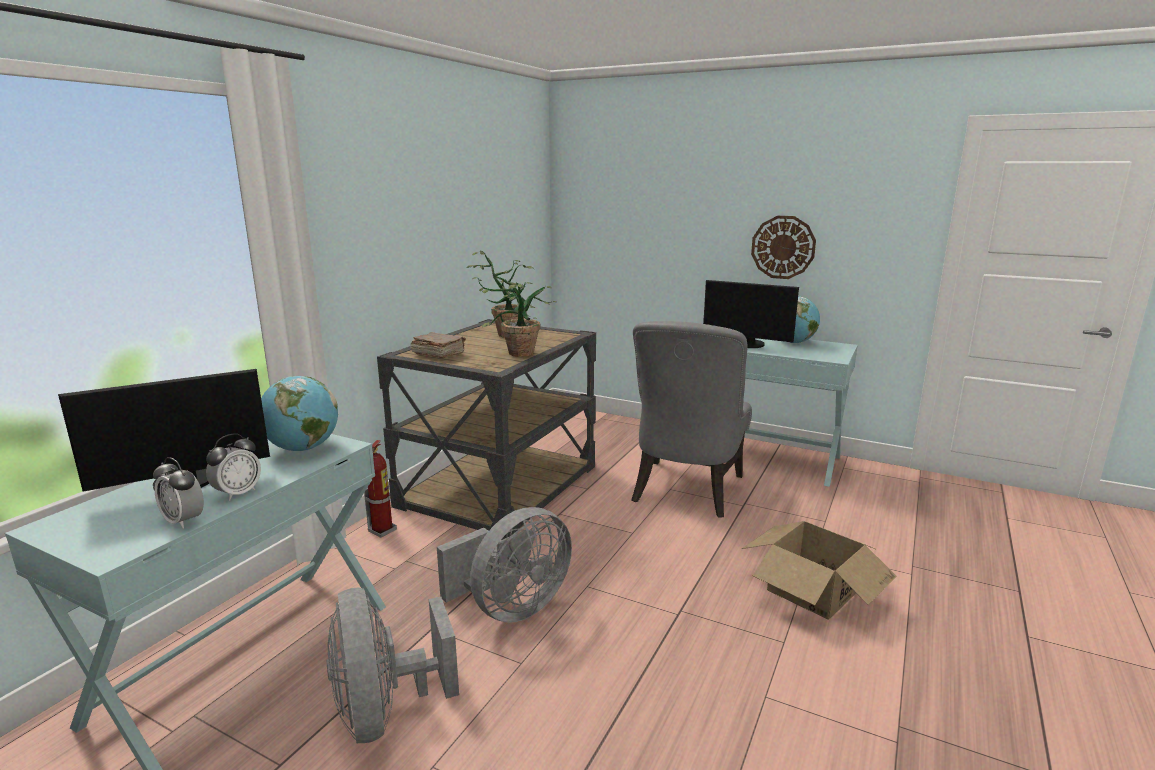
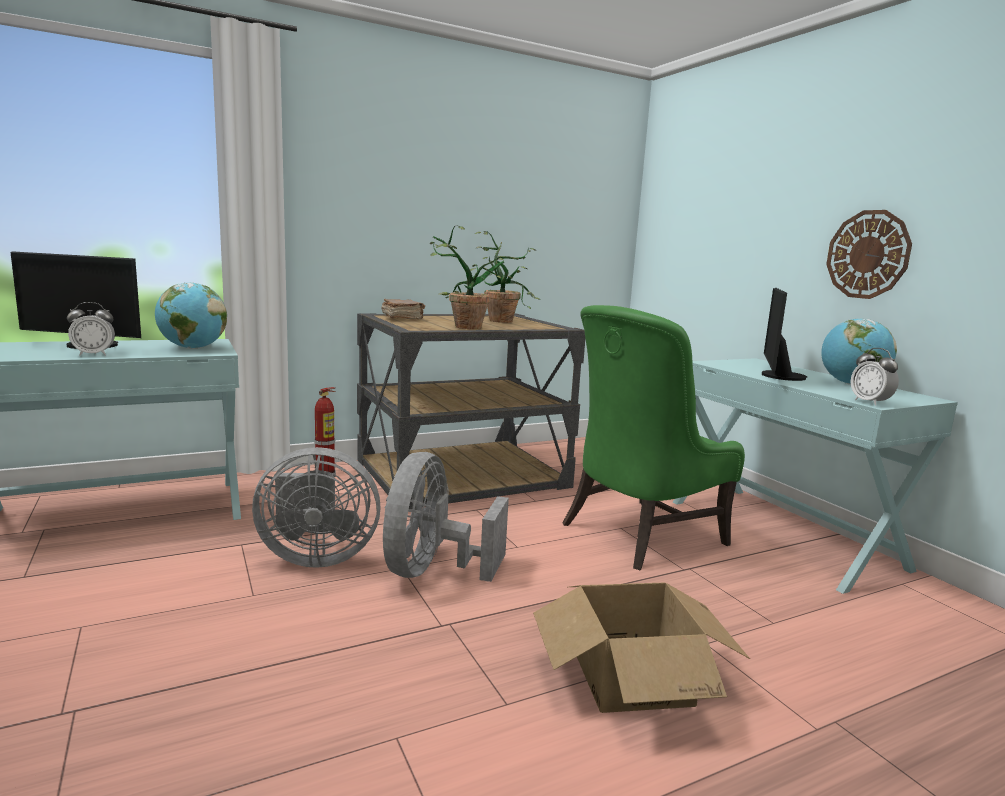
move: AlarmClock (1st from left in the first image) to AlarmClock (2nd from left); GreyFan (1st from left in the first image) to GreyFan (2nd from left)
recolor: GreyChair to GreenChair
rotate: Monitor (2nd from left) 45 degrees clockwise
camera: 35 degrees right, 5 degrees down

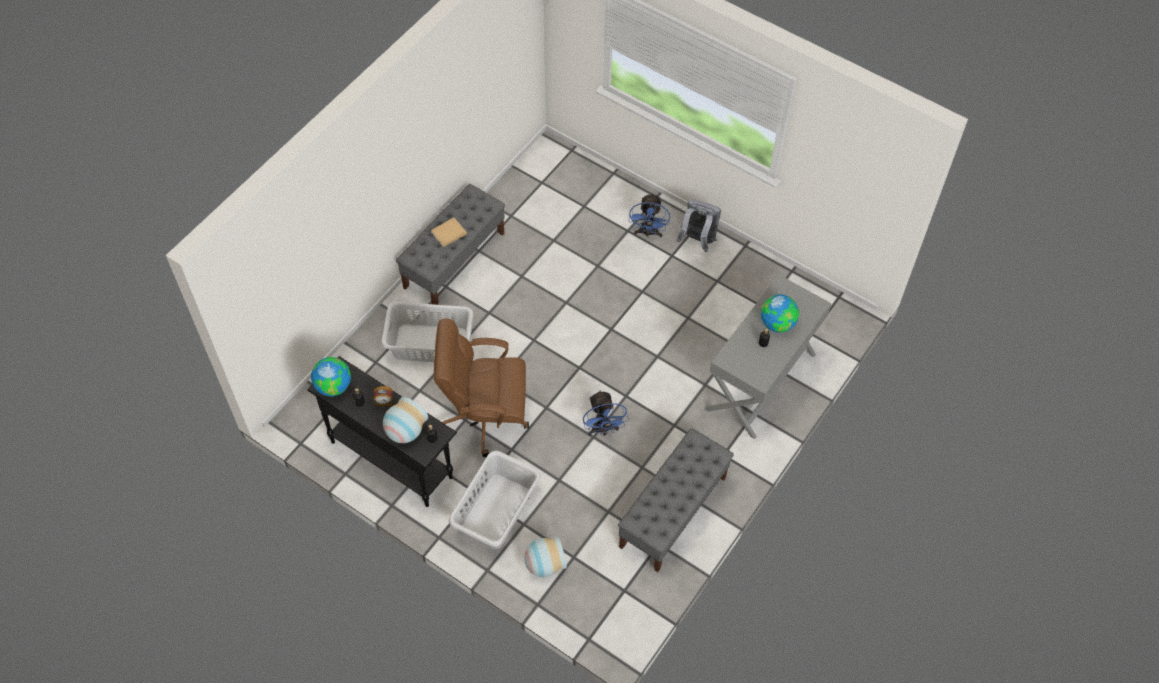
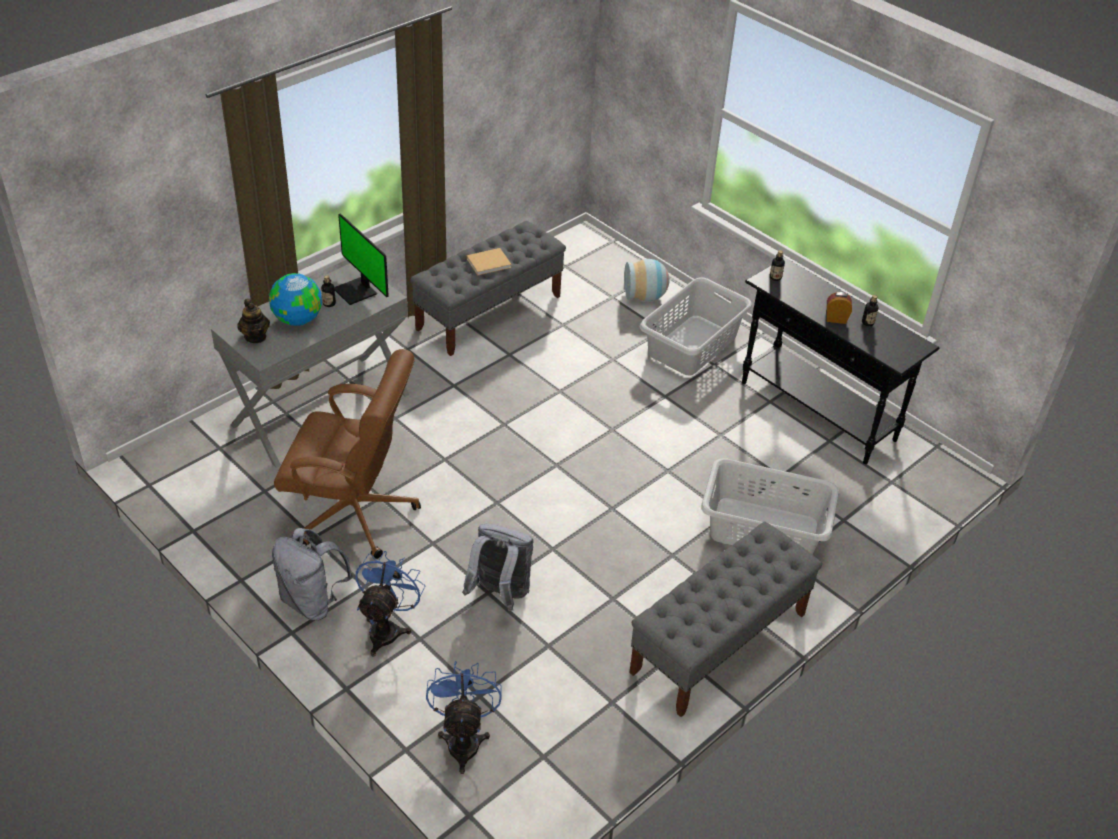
delete: Globe (1st from left); Vase (1st from left)
insert: Monitor; Teapot; GreyBackpack (2nd from left)
move: BeigeBook; BrownOfficeChair; BlueFan (1st from left in the first image) to BlueFan (2nd from left)
camera: 170 degrees left, 15 degrees down

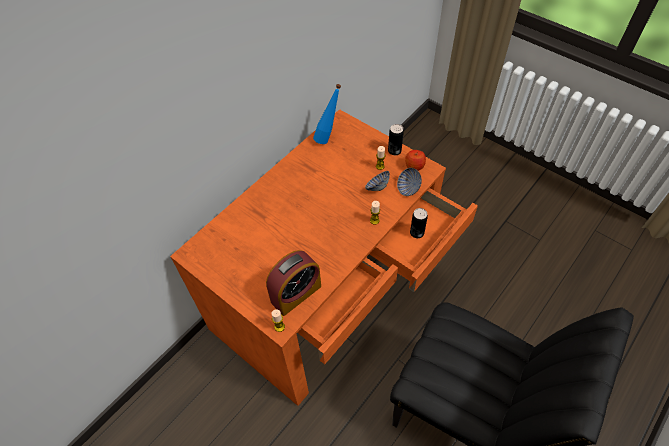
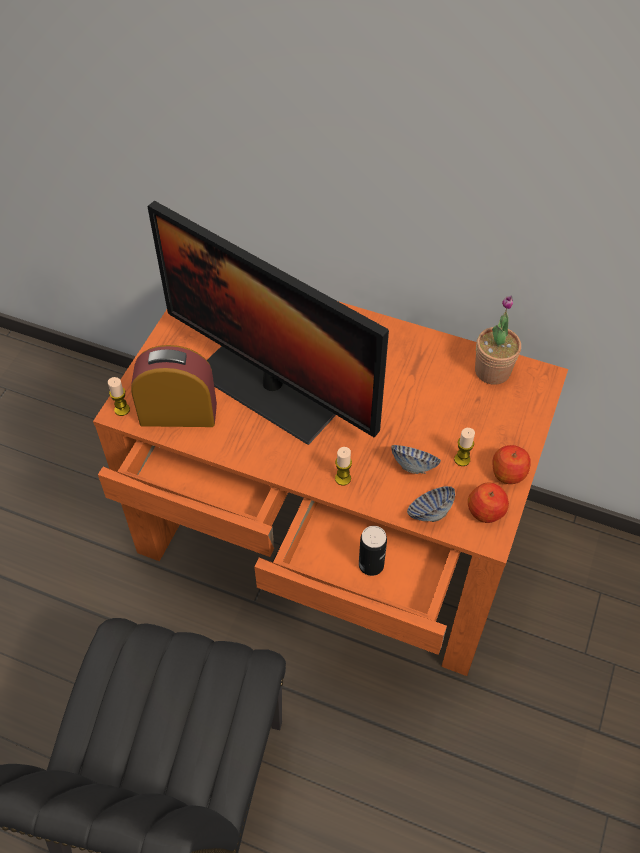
insert: Monitor
replace: BlueBottle to PottedPlant; Can (1st from left) to Apple (2nd from left)
rotate: AlarmClock 150 degrees clockwise
camera: 70 degrees right, 0 degrees up

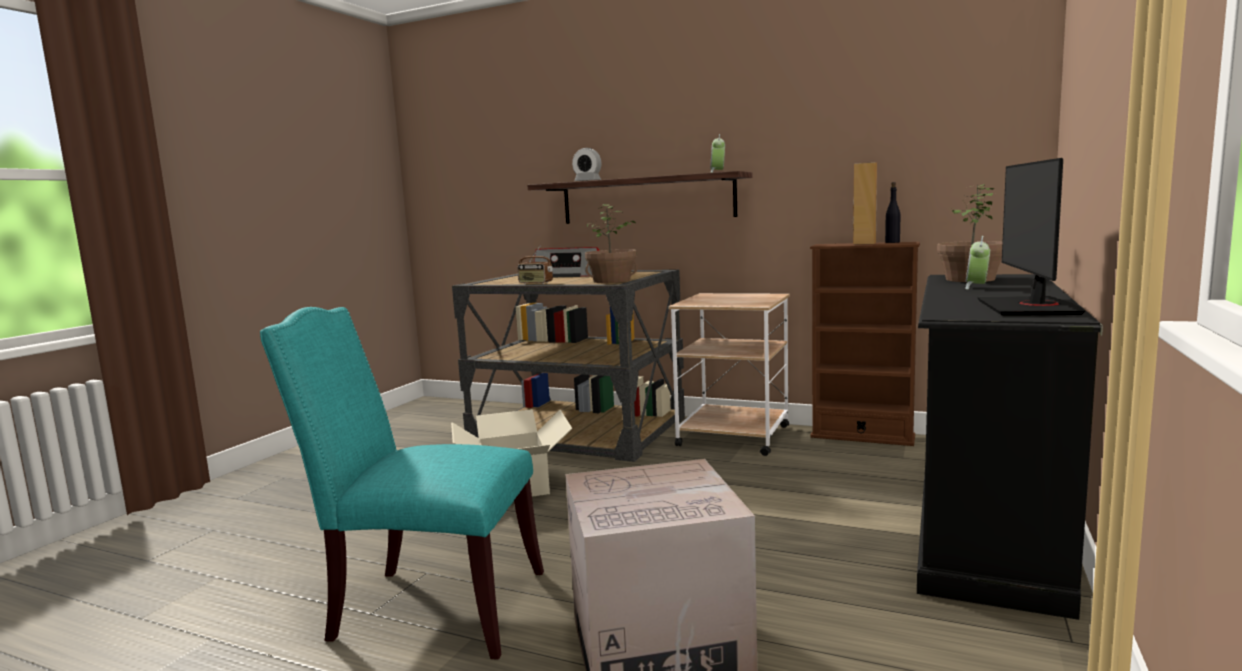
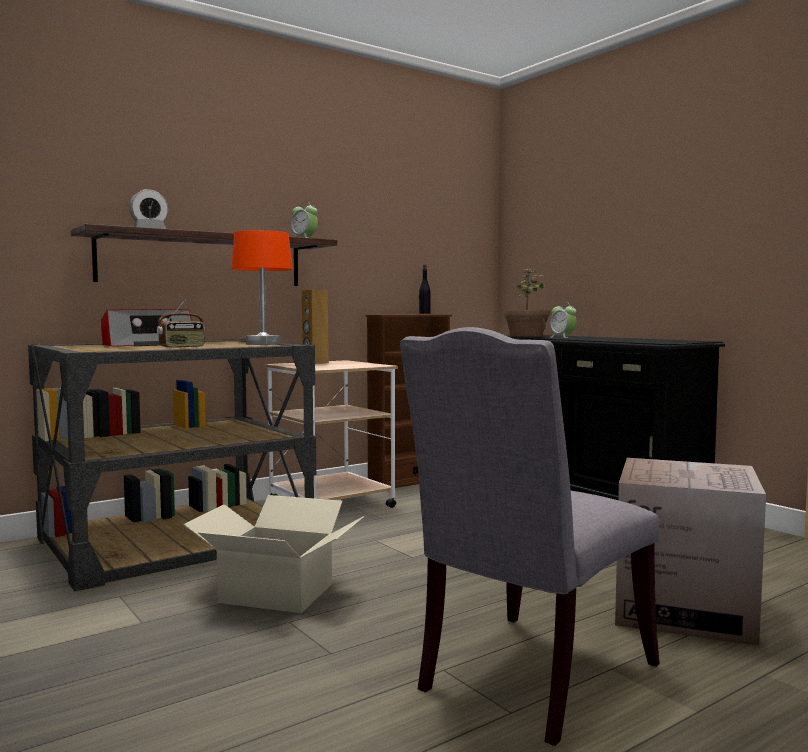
delete: Monitor
move: BrownSpeaker
replace: PottedPlant (1st from left) to OrangeTableLamp
recolor: TurquoiseChair to GreyChair
camera: 60 degrees left, 5 degrees down

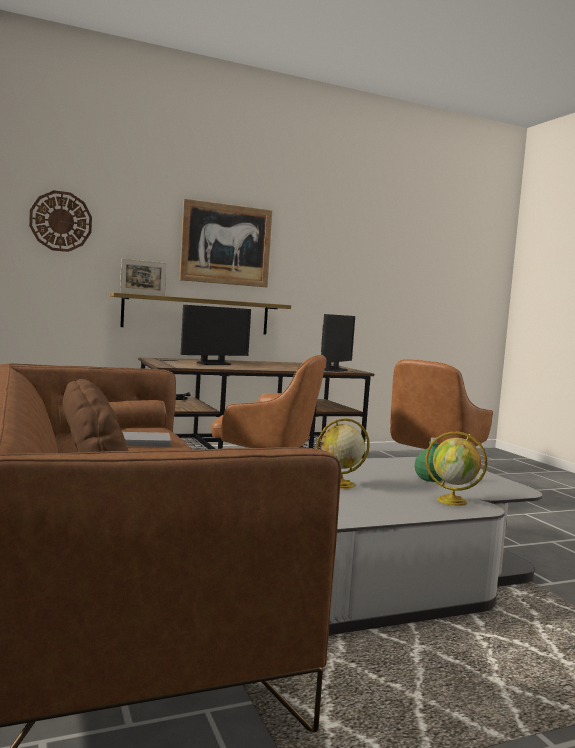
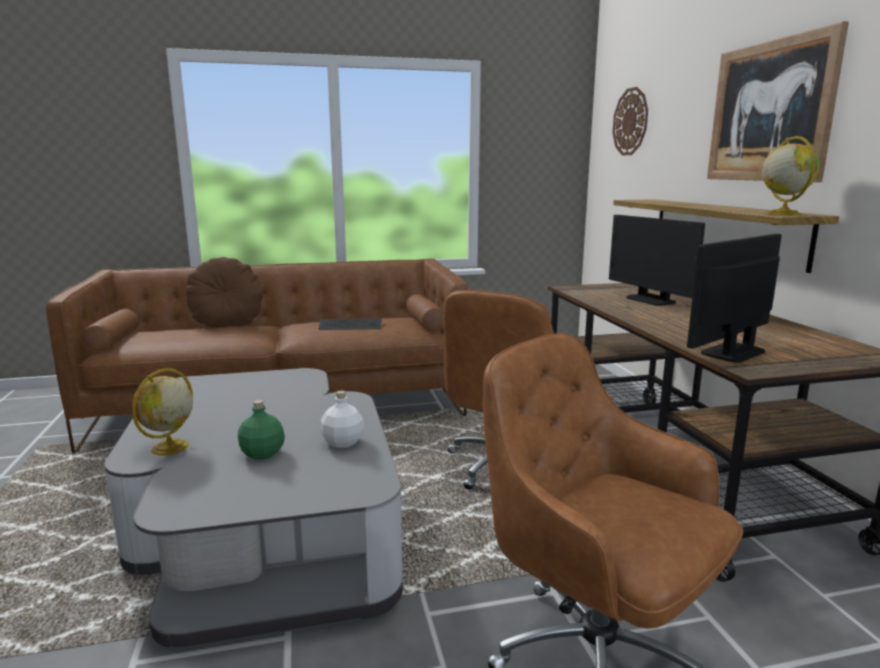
delete: PictureFrame
insert: WhiteBottle
move: Globe (1st from left in the first image) to Globe (2nd from left)
replace: GreyBook to Keyboard
rotate: Monitor (2nd from left) 105 degrees clockwise
camera: 100 degrees right, 10 degrees up

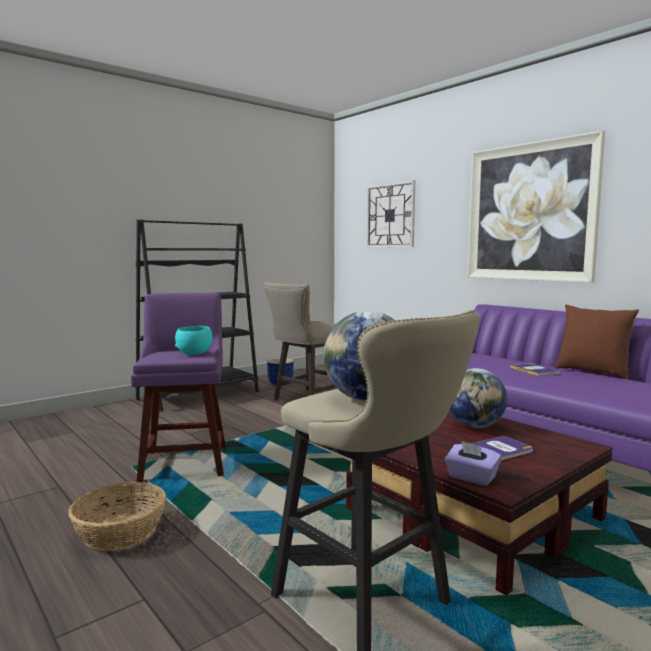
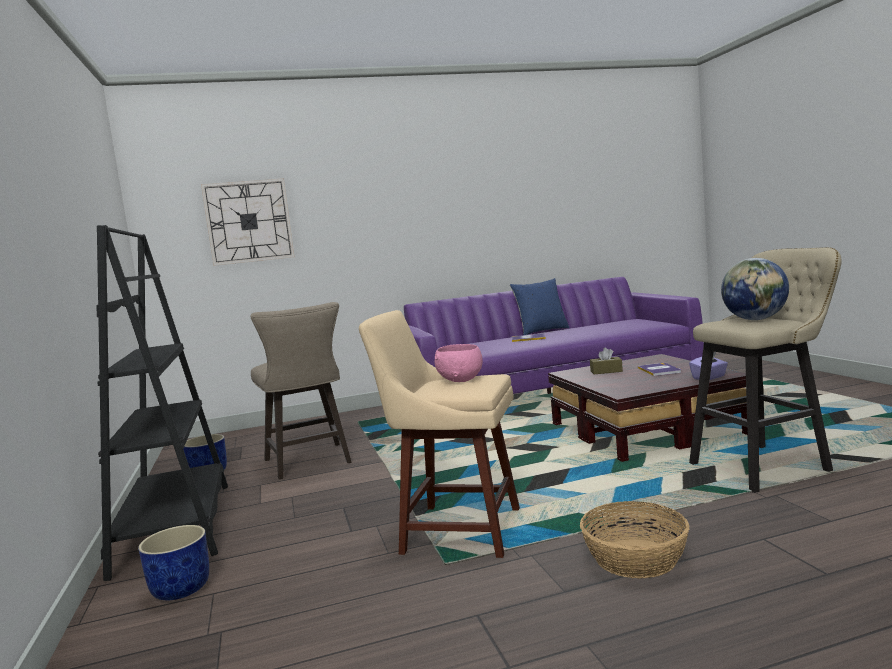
delete: Picture
insert: BluePlanter (1st from left)
replace: Globe (2nd from left) to BrownTissueBox
recolor: PurpleStool to BeigeStool (2nd from left); BrownPillow to BluePillow; TurquoiseBowl to PinkBowl
camera: 65 degrees left, 0 degrees up

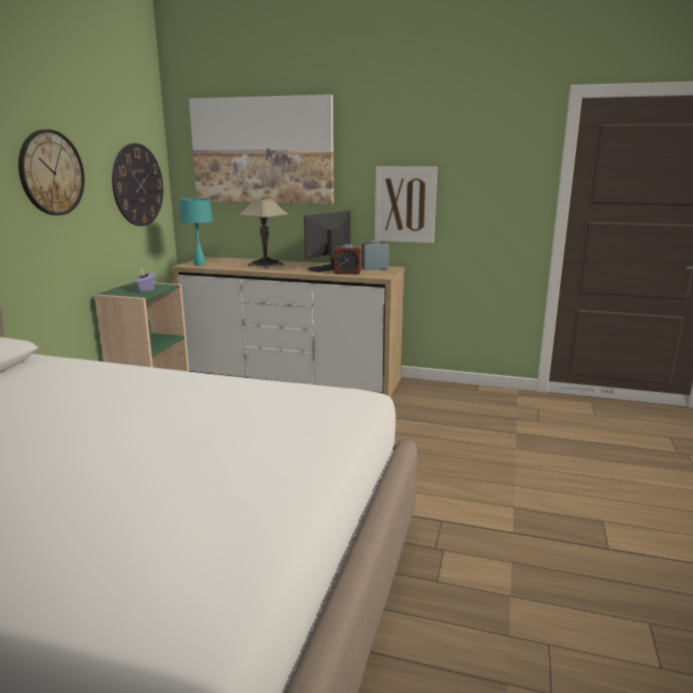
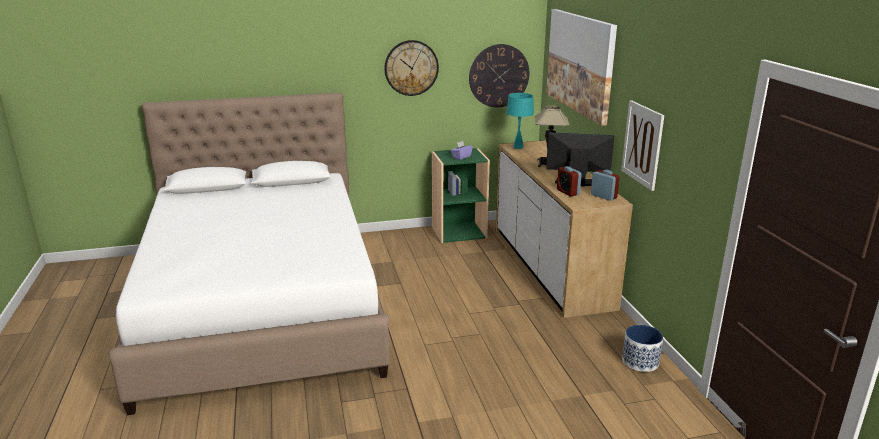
insert: Planter
camera: 60 degrees right, 5 degrees up

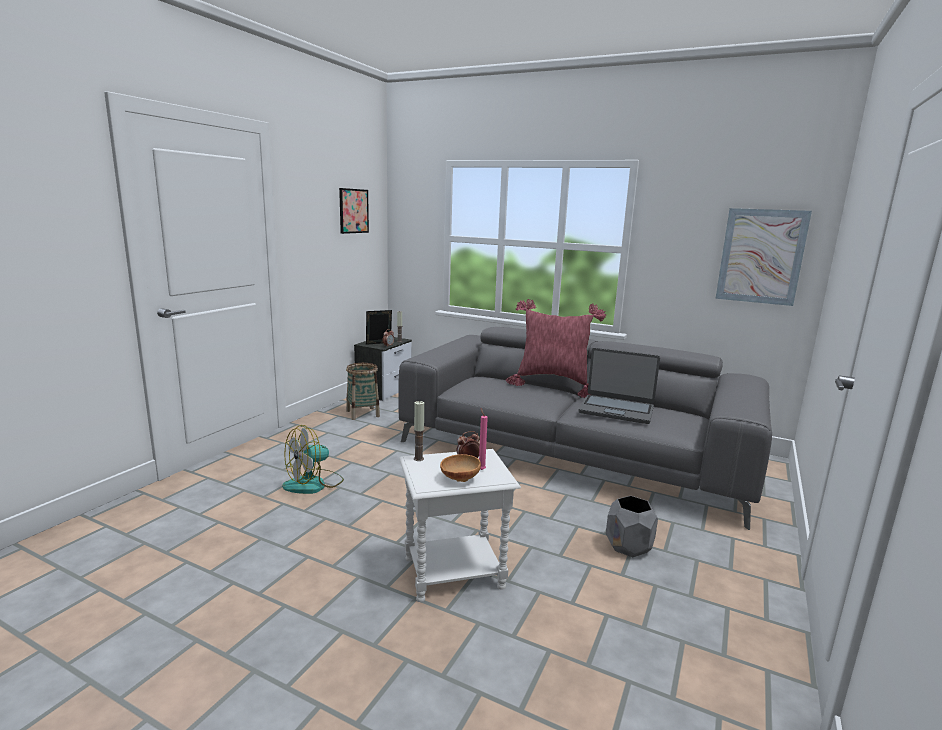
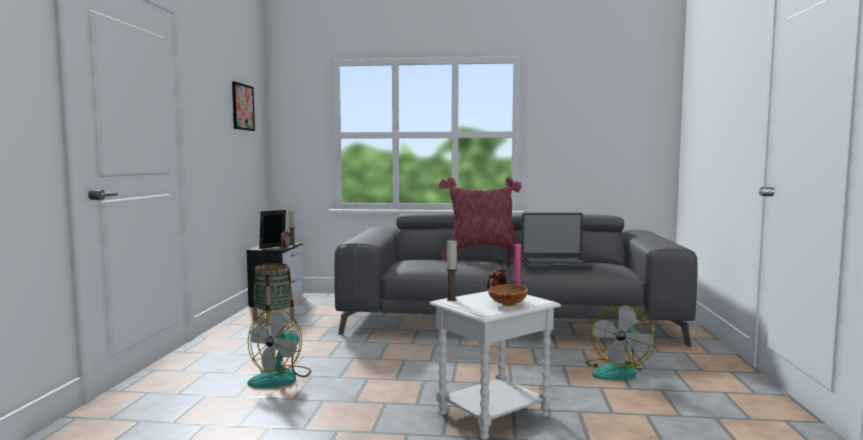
delete: Picture (2nd from left)
replace: GreyPlanter to Fan (2nd from left)
camera: 20 degrees left, 10 degrees down

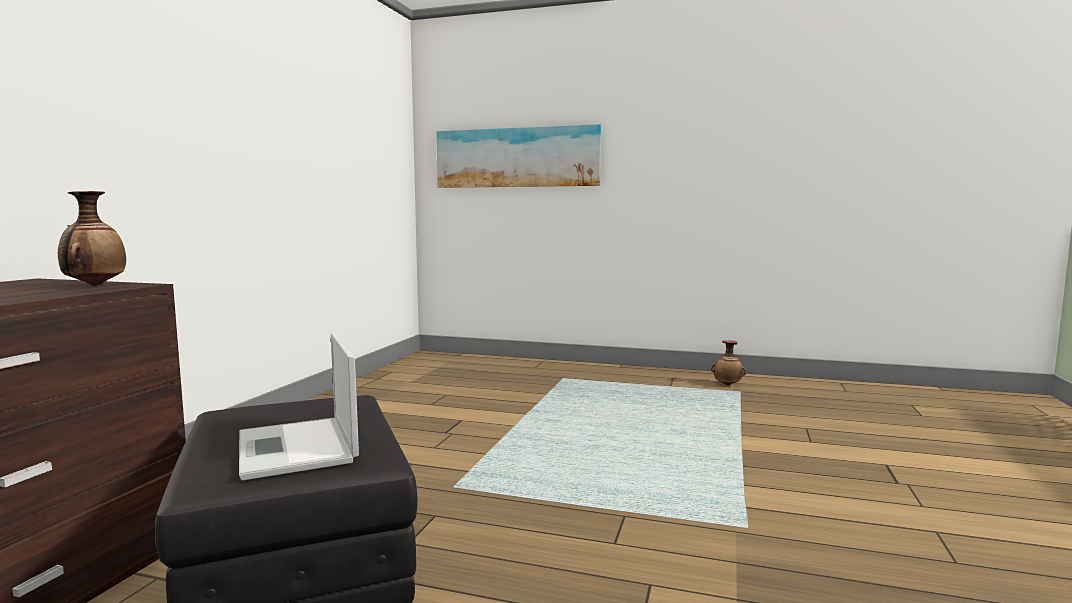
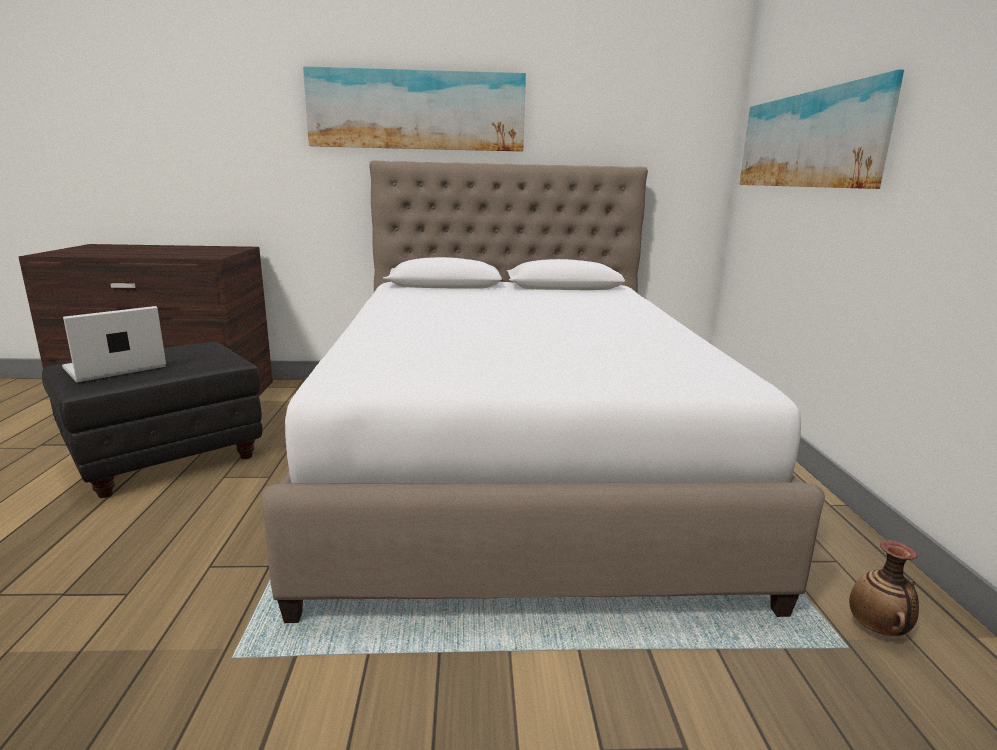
delete: Vase (1st from left)
insert: Picture (1st from left); WhiteBed
camera: 70 degrees right, 10 degrees up

